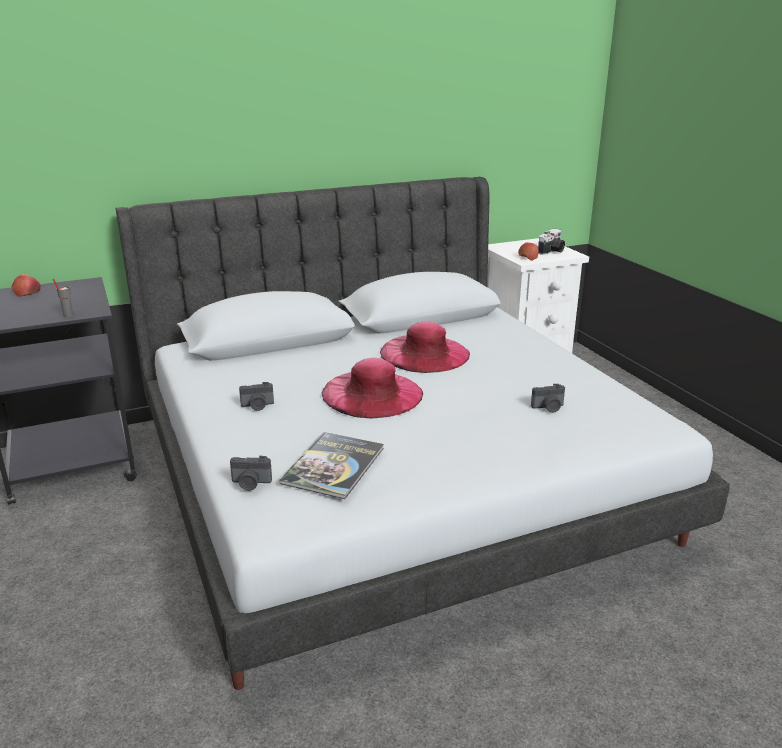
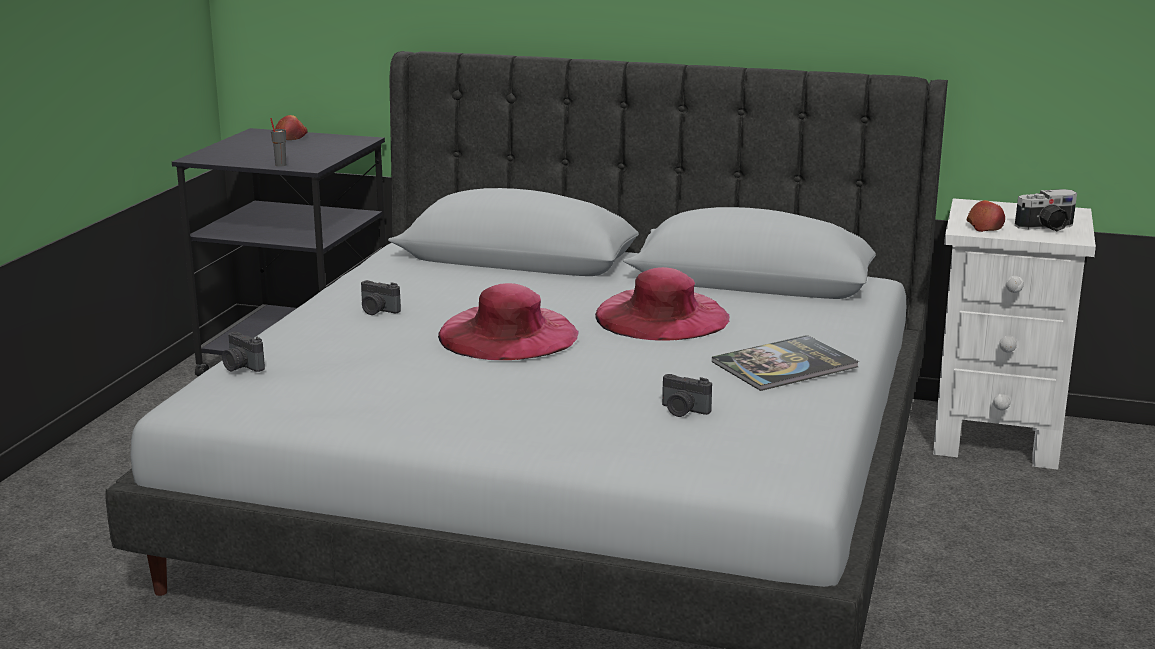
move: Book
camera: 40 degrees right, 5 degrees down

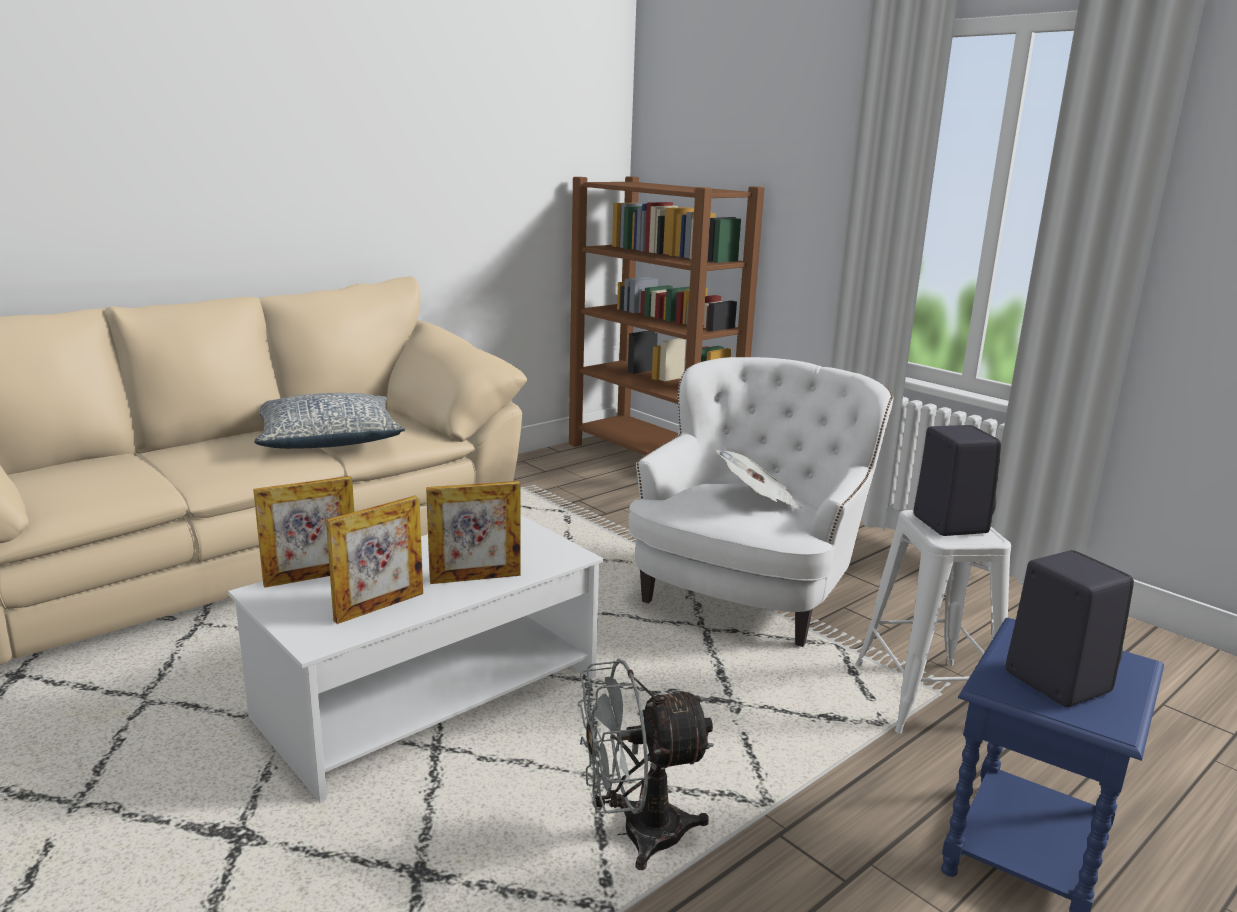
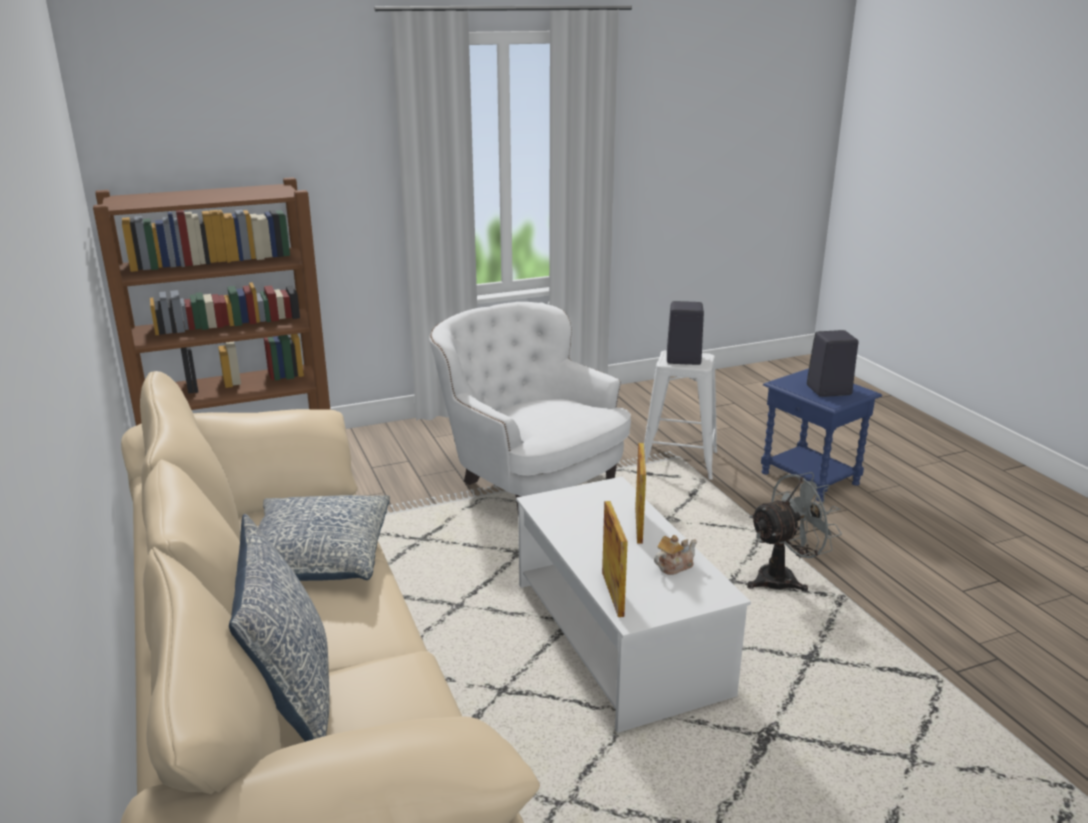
delete: Newspaper
insert: Pillow (1st from left)
replace: PictureFrame (2nd from left) to Teapot
rotate: GreyFan 120 degrees counterclockwise
camera: 70 degrees left, 5 degrees up

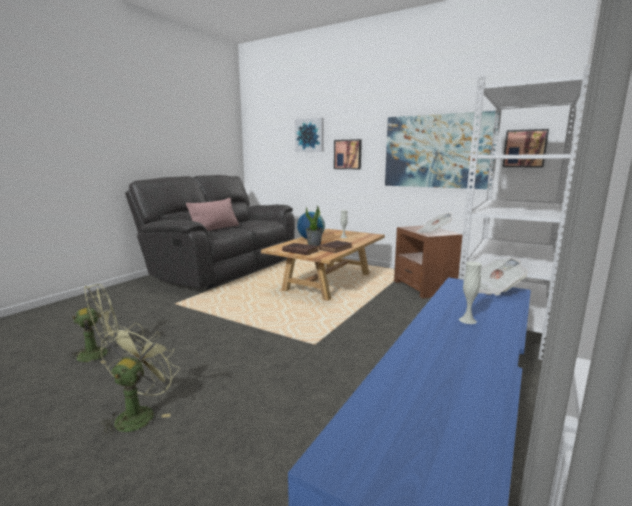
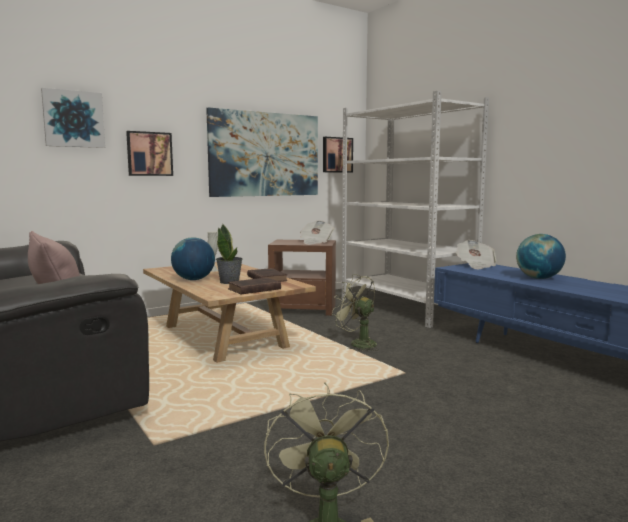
move: GreenFan (2nd from left)
replace: WhiteVase (2nd from left) to Globe (2nd from left)
camera: 65 degrees left, 5 degrees down

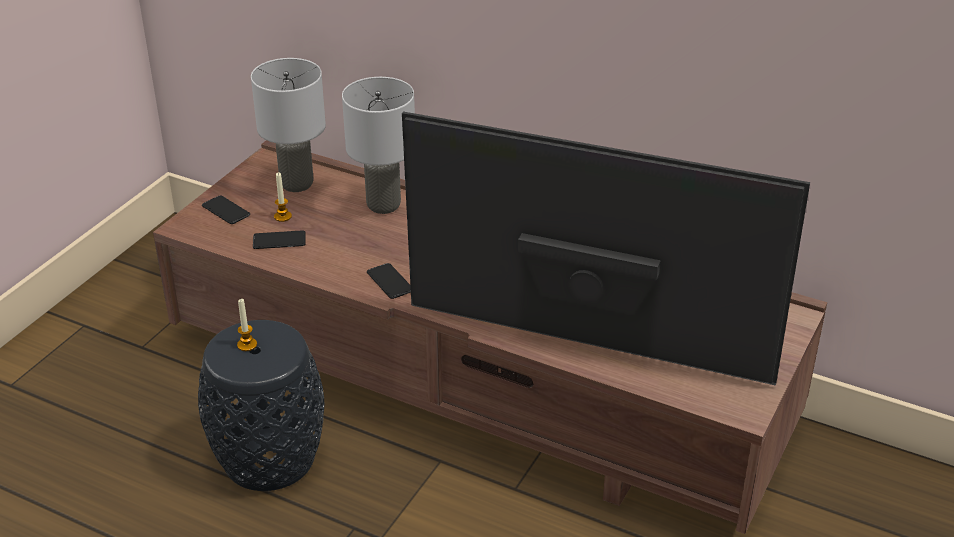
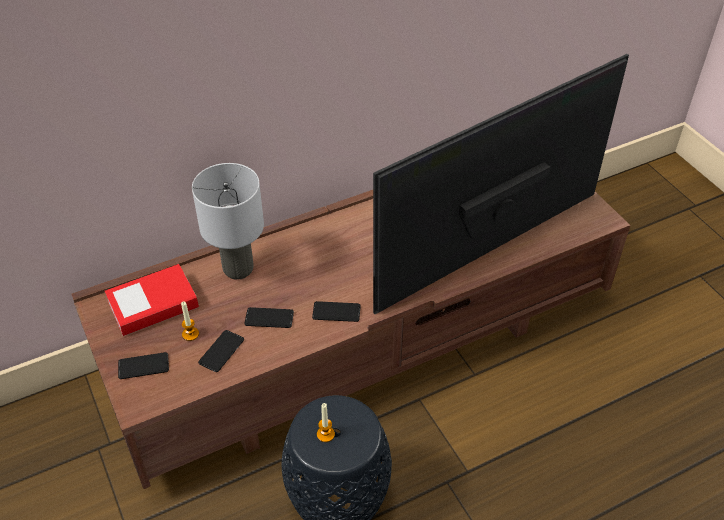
insert: Phone (3rd from left)
replace: WhiteTableLamp (1st from left) to Book
camera: 55 degrees left, 10 degrees up

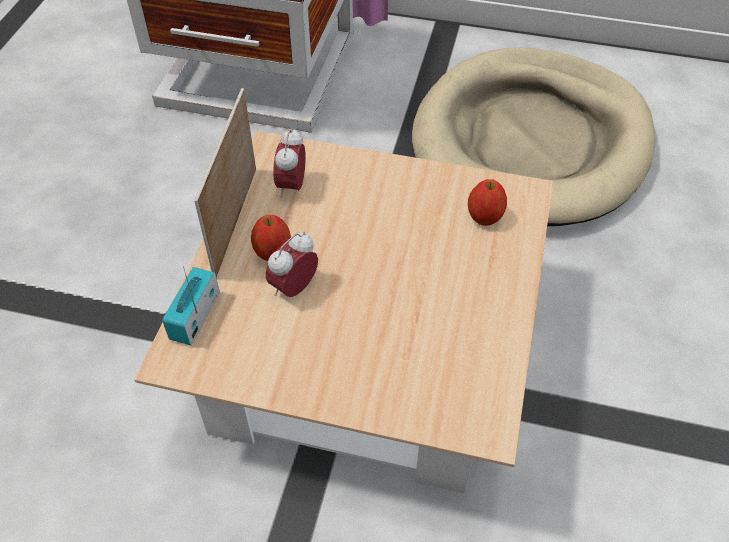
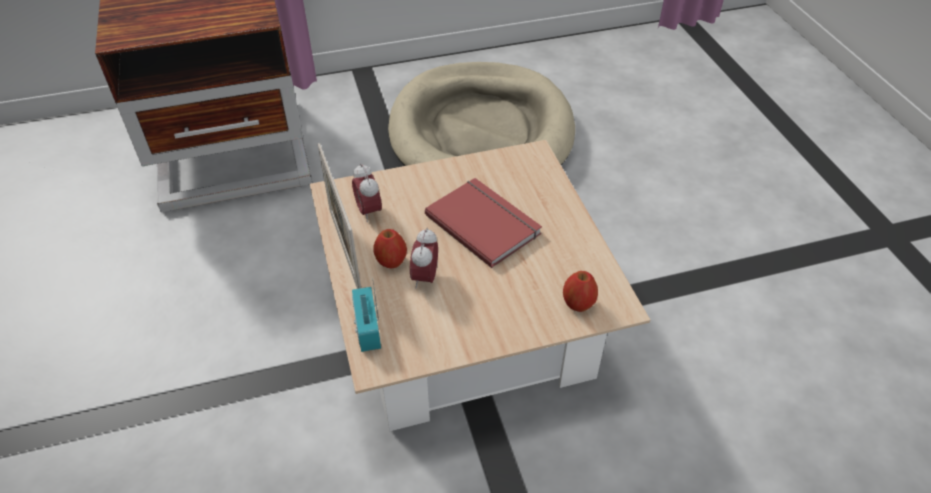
insert: RedBook
move: Apple (2nd from left)
camera: 30 degrees left, 5 degrees down

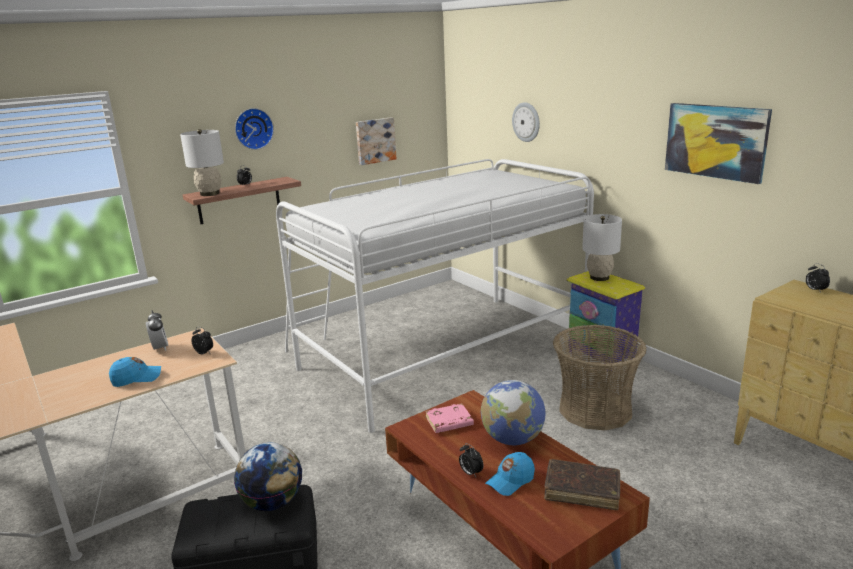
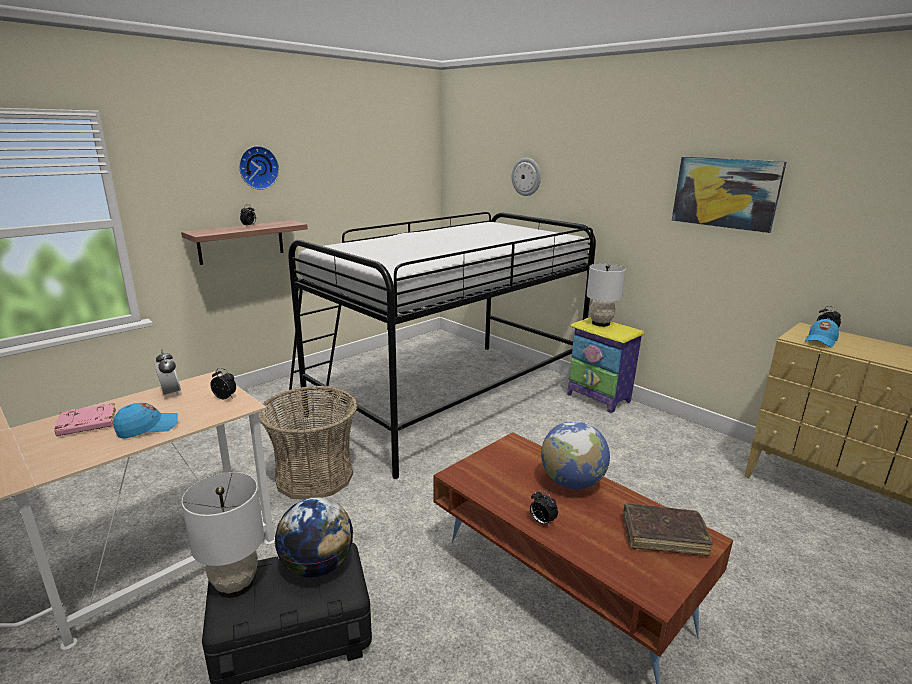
delete: Picture (1st from left)
move: WhiteTableLamp (1st from left); Basket; PinkBook; BlueCap (2nd from left)
recolor: WhiteBed to BlackBed
camera: 10 degrees left, 0 degrees up

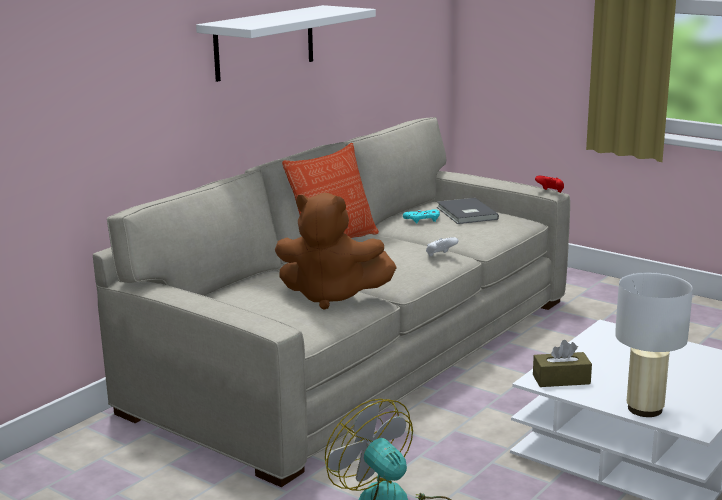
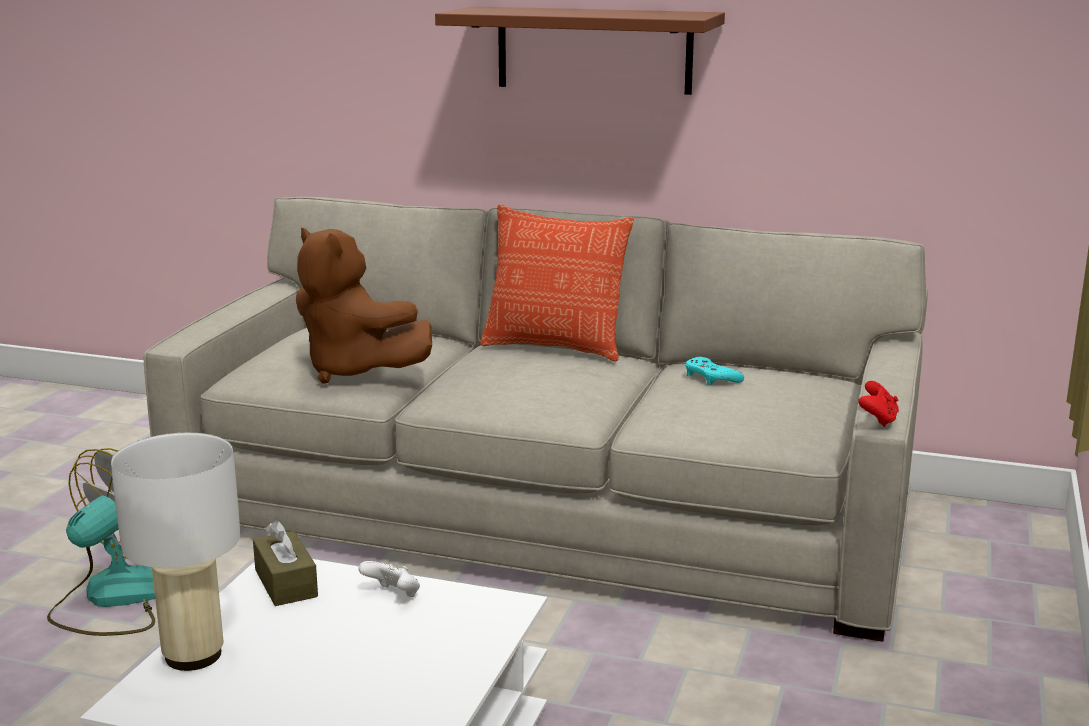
delete: GreyBook
move: WhiteGameController
recolor: WhiteShelf to BrownShelf
rotate: BrownPlushToy 45 degrees counterclockwise
camera: 70 degrees right, 0 degrees up

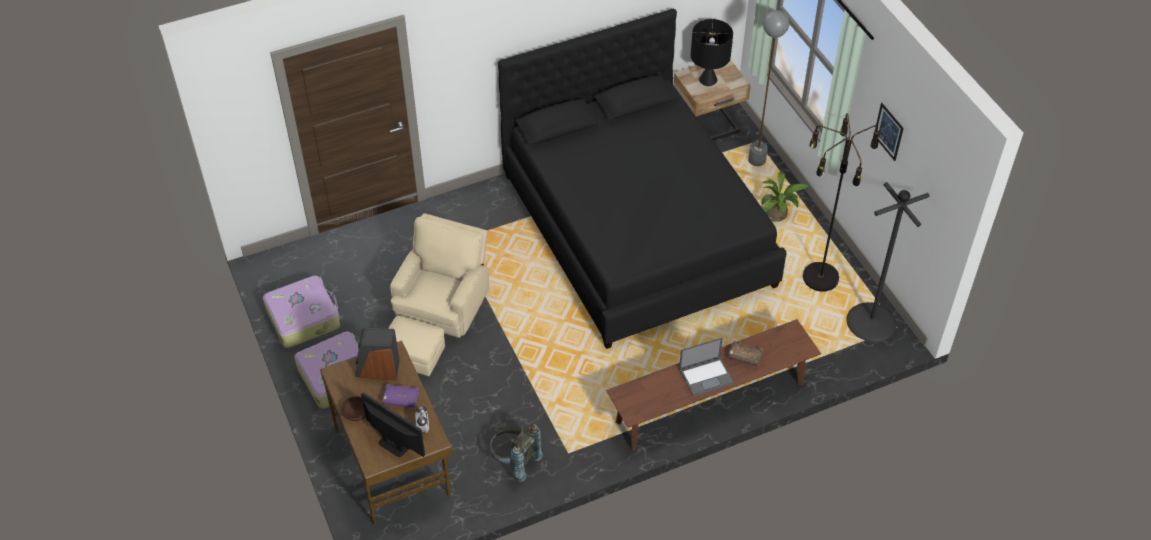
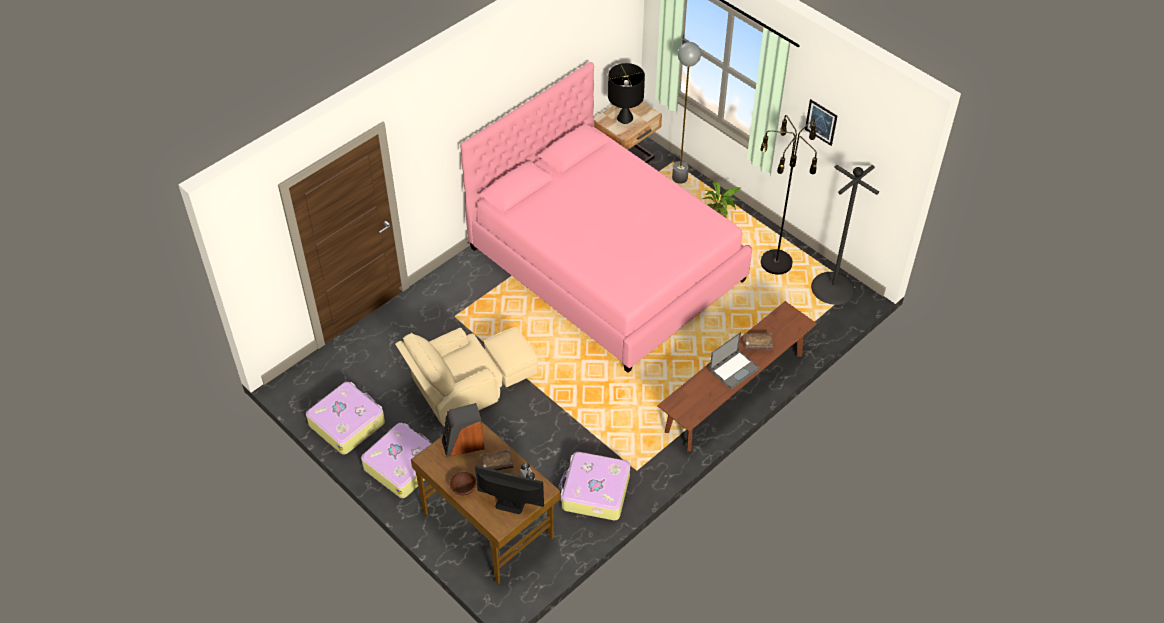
replace: GreyBackpack to Suitcase (3rd from left)
recolor: BlackBed to PinkBed; PurpleBook to BrownBook (1st from left)
rotate: BeigeArmchair 120 degrees counterclockwise
camera: 20 degrees left, 0 degrees up

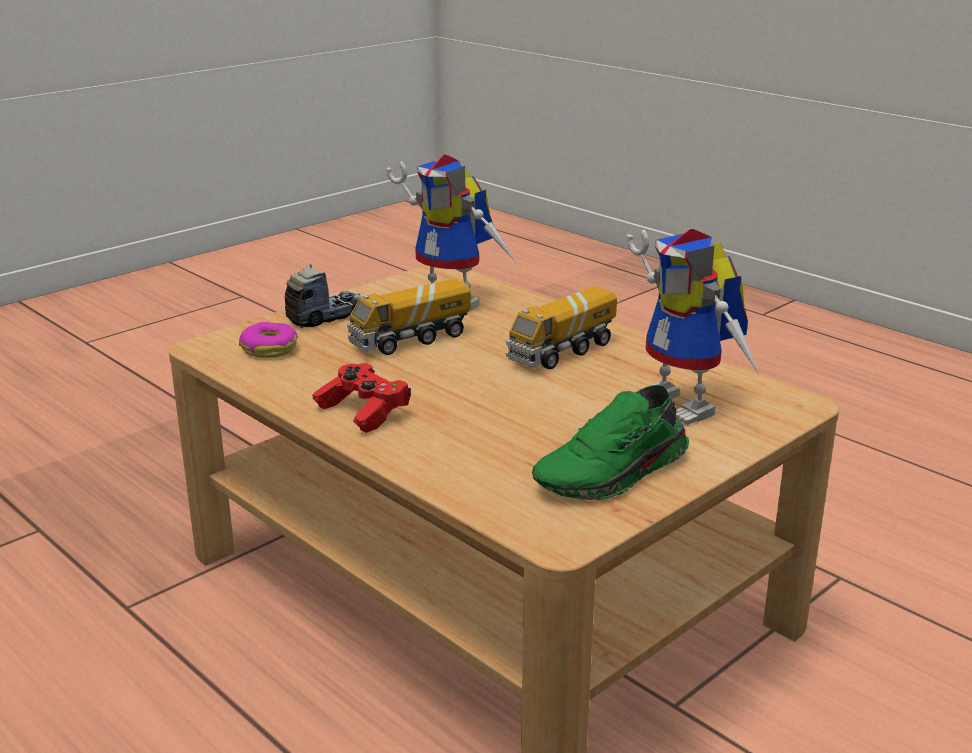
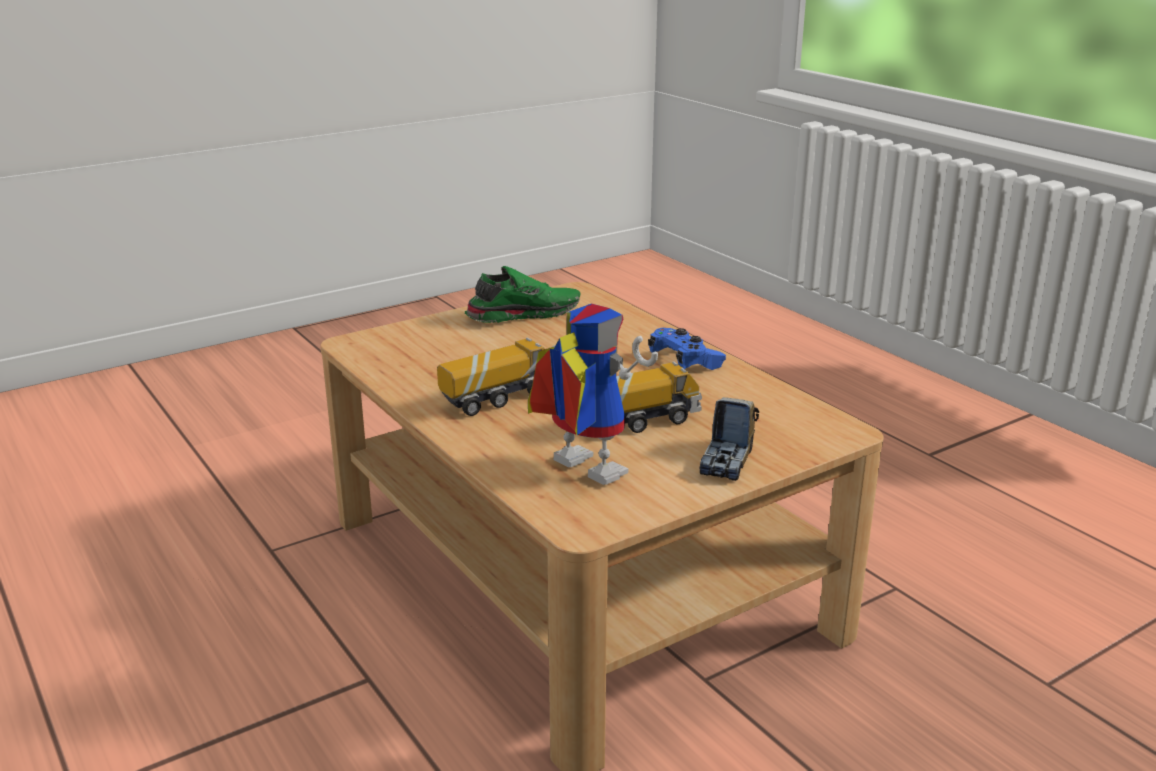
delete: ToyRobot (2nd from left); Donut
recolor: RedGameController to BlueGameController
rotate: ToyTruck (1st from left in the first image) 45 degrees counterclockwise
camera: 170 degrees left, 0 degrees up

